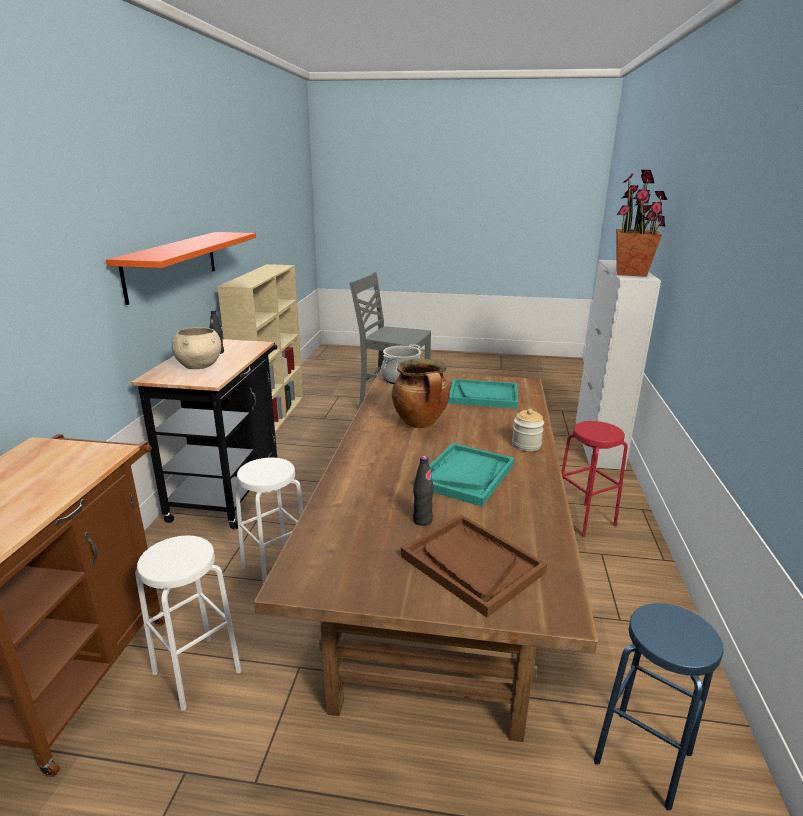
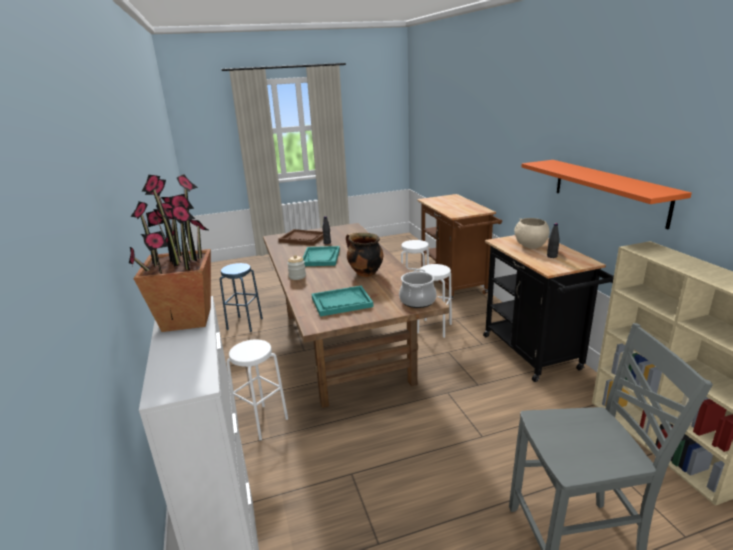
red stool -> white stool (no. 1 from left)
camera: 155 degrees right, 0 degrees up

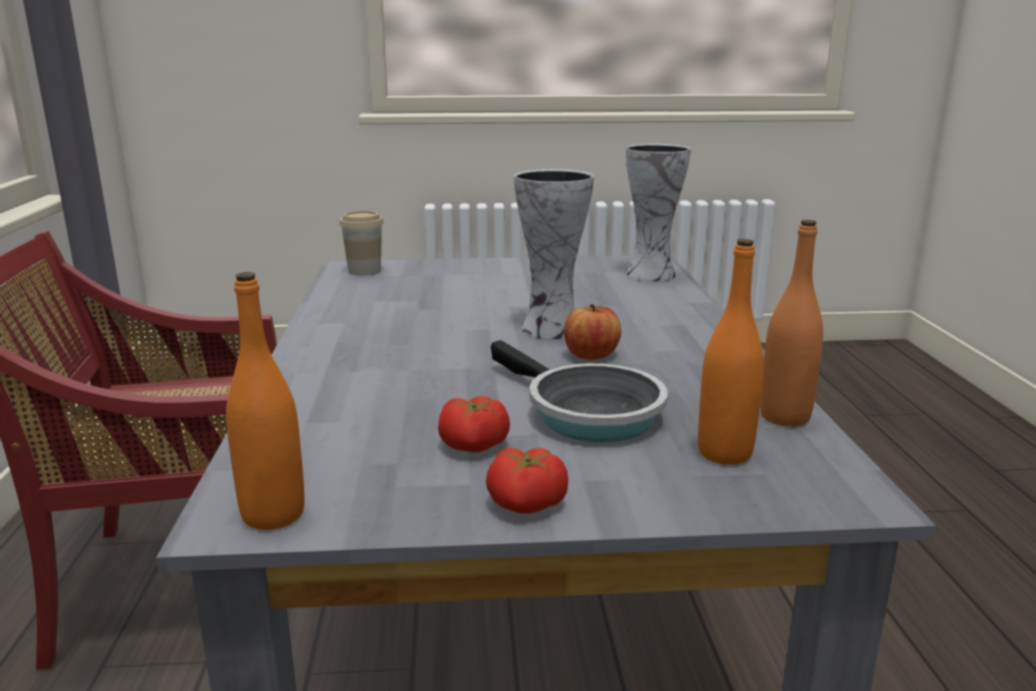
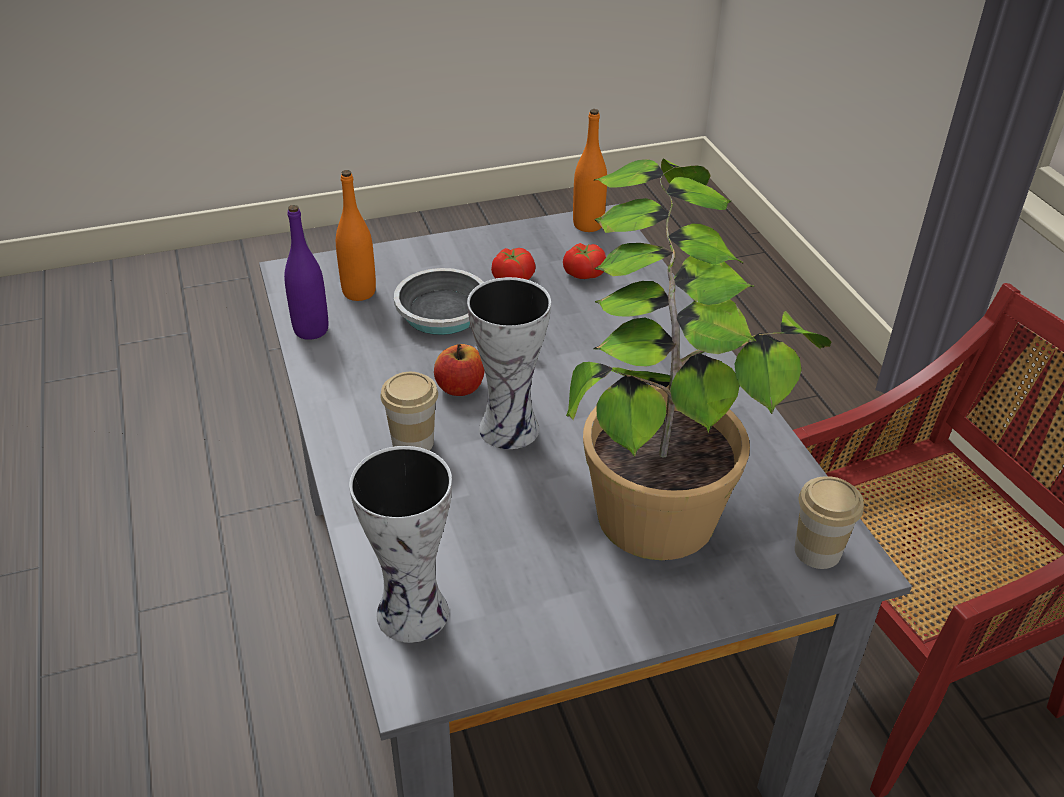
orange bottle (no. 3 from left) -> purple bottle
none -> cup (no. 1 from left)
tomato (no. 2 from left), relocated
none -> potted plant
camera: 165 degrees right, 20 degrees up

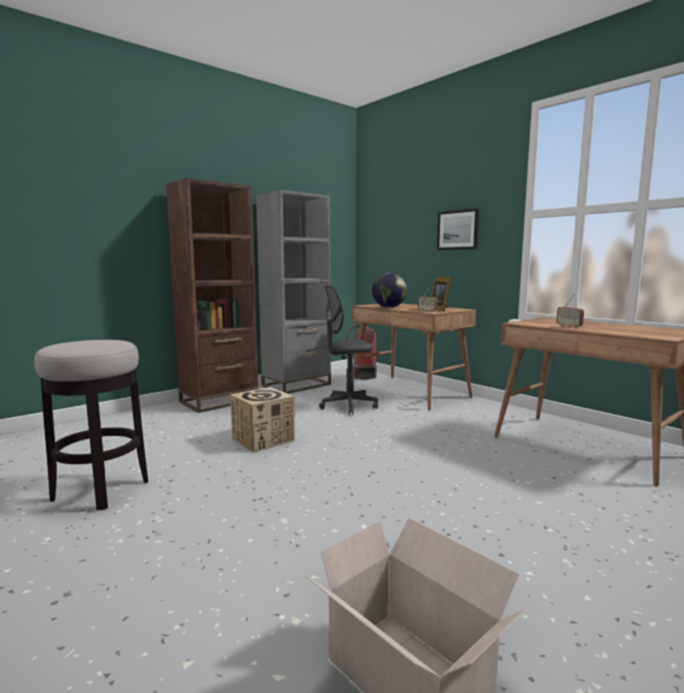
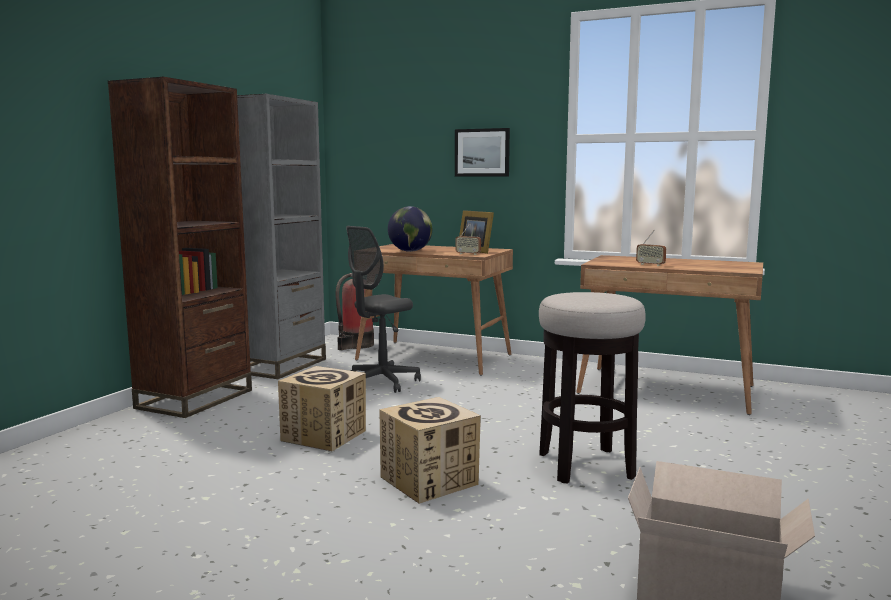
none -> cardboard box (no. 2 from left)
stool, relocated
camera: 25 degrees left, 0 degrees up

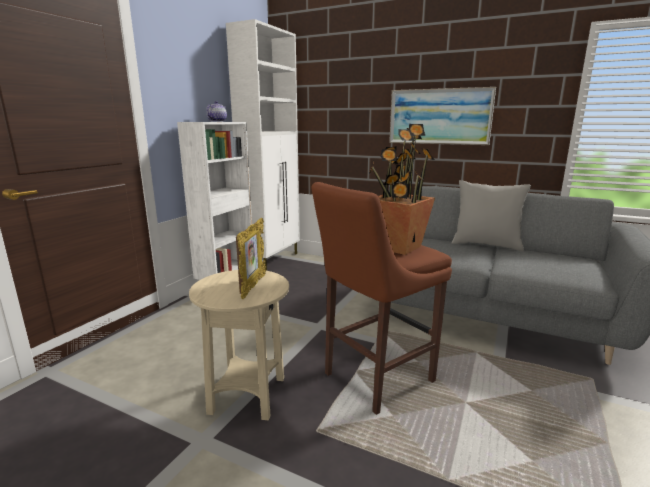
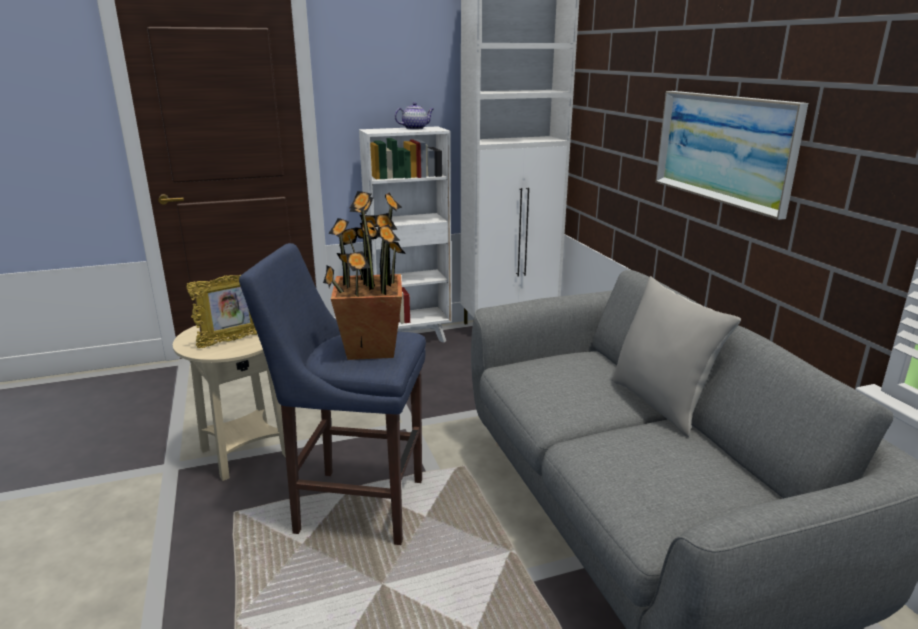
brown stool -> blue stool
camera: 45 degrees right, 5 degrees up

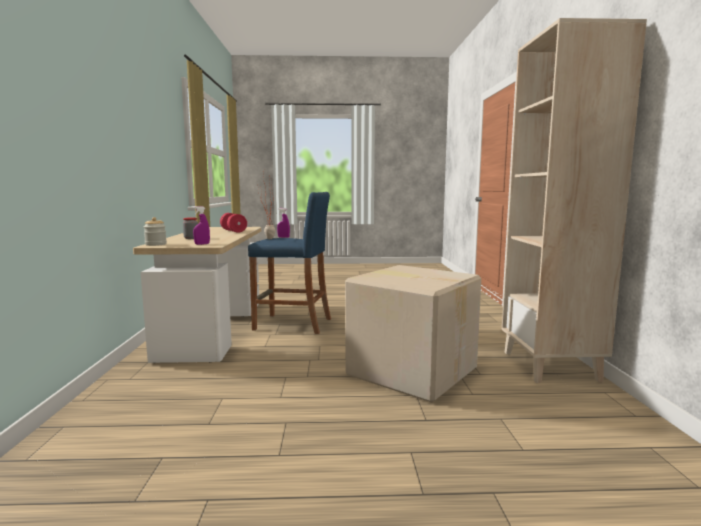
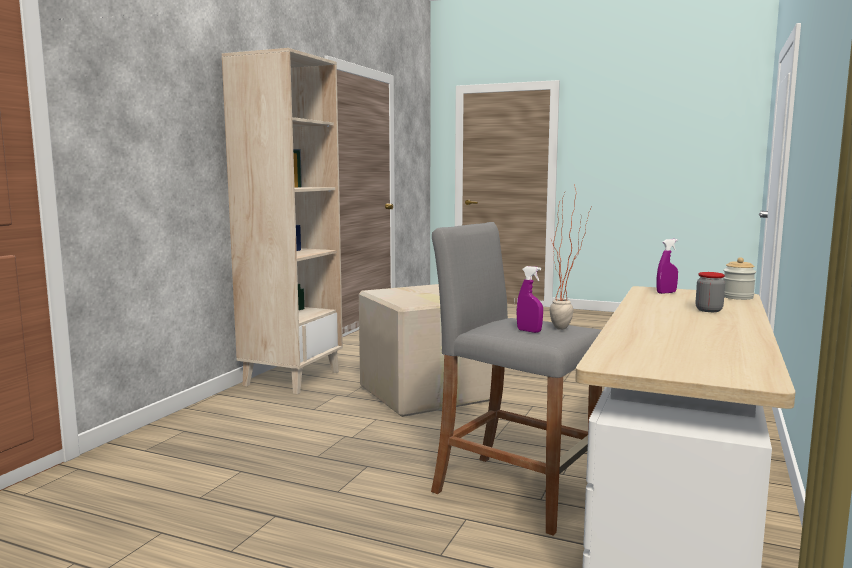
blue stool -> grey stool
red dumbbell -> none
camera: 155 degrees left, 0 degrees up

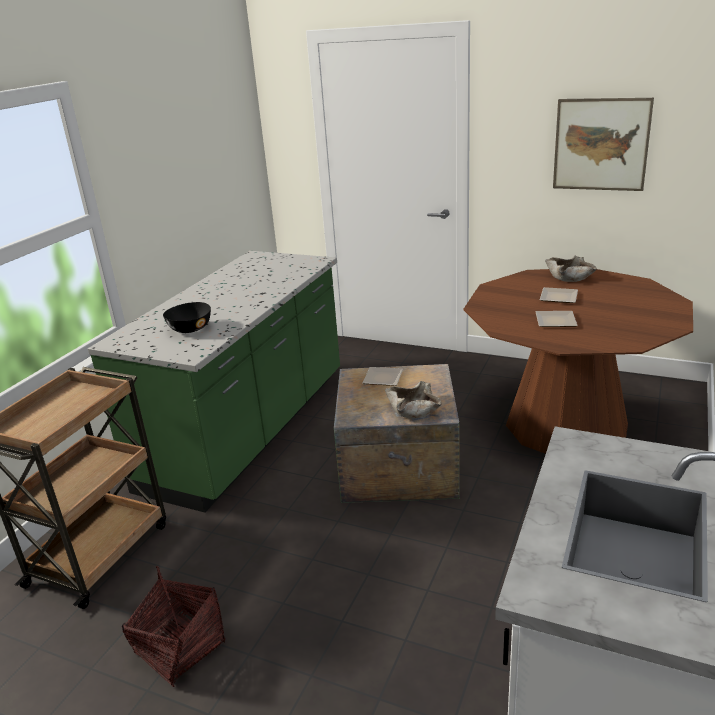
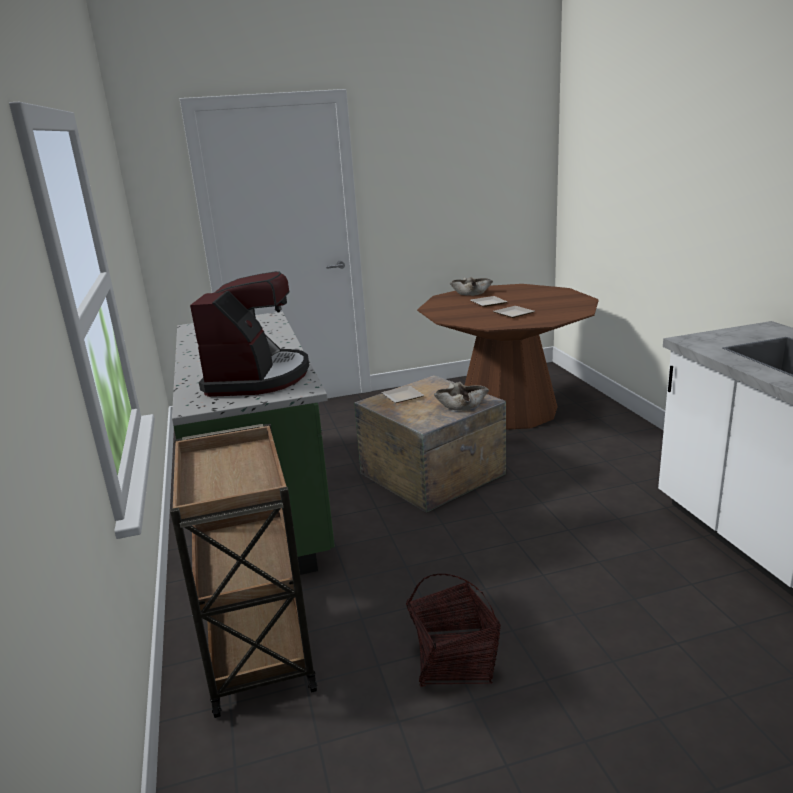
black bowl -> coffee machine
picture -> none
camera: 40 degrees left, 5 degrees down

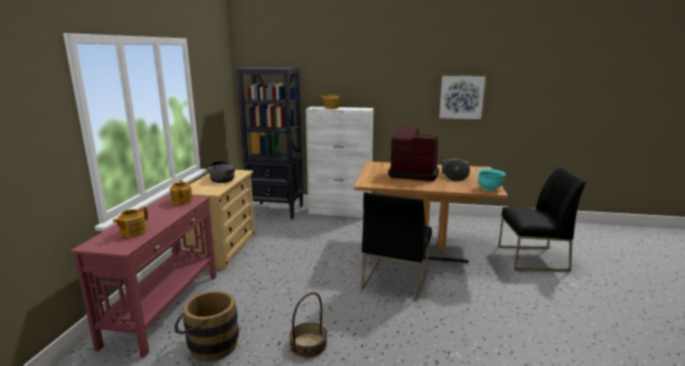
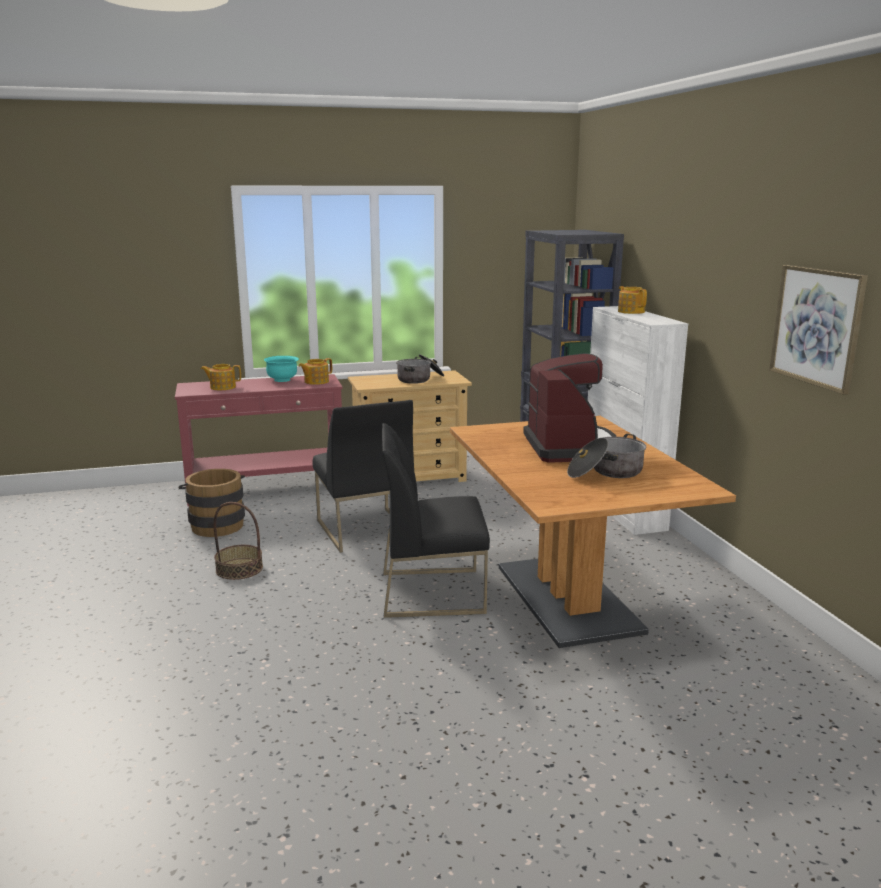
turquoise bowl, relocated
black chair (no. 2 from left in the first image) -> black chair (no. 1 from left), relocated
camera: 65 degrees right, 0 degrees up

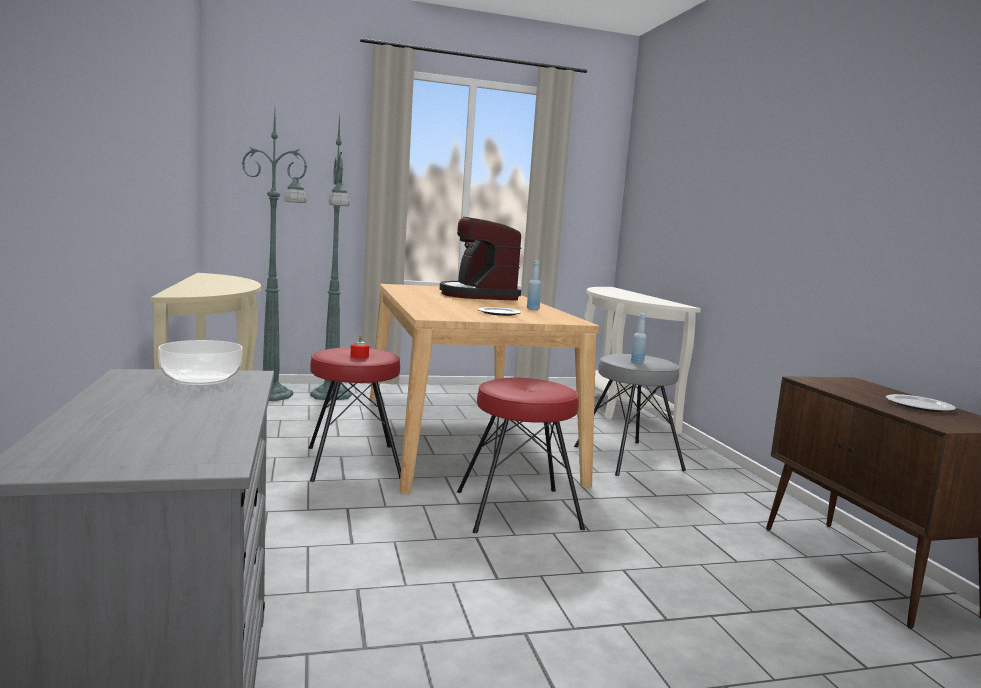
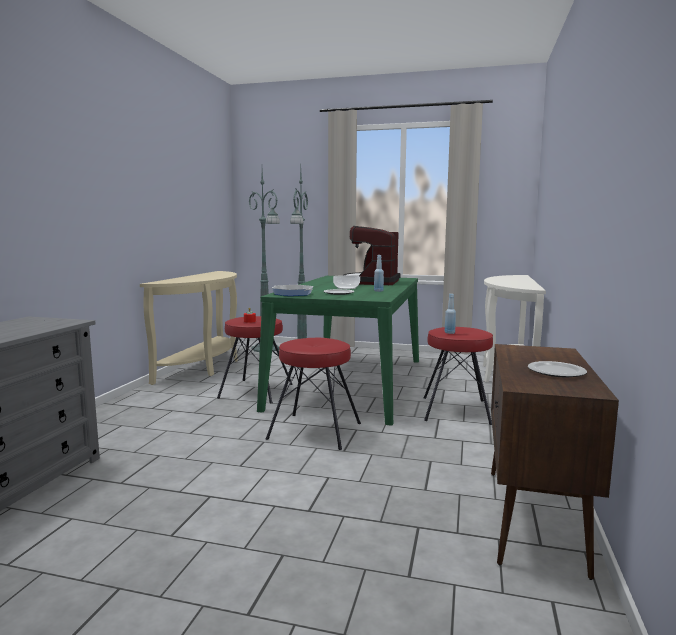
beige dining table -> green dining table
none -> frying pan
bowl, relocated
grey stool -> red stool (no. 3 from left)
camera: 30 degrees right, 0 degrees up

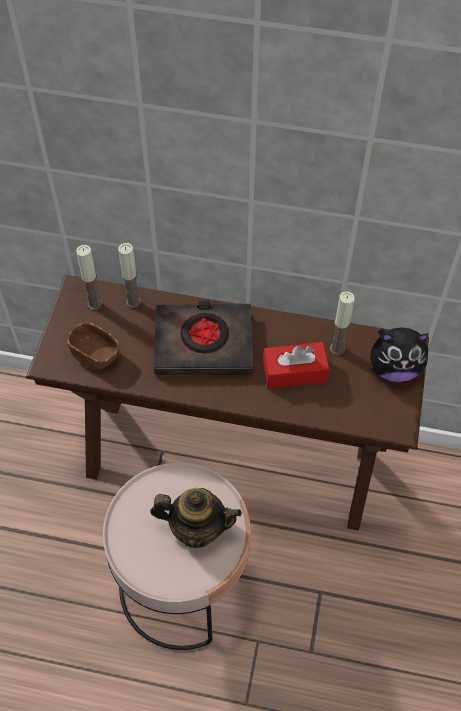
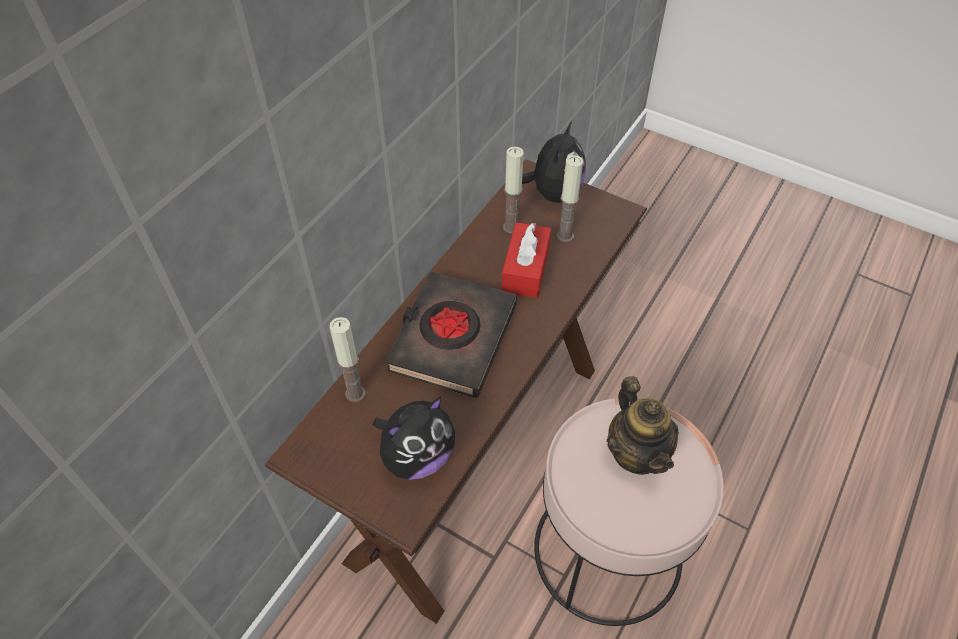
brown bowl -> plush toy (no. 1 from left)
candle (no. 1 from left in the first image) -> candle (no. 3 from left), relocated
teapot, 135 degrees clockwise
camera: 70 degrees left, 5 degrees down

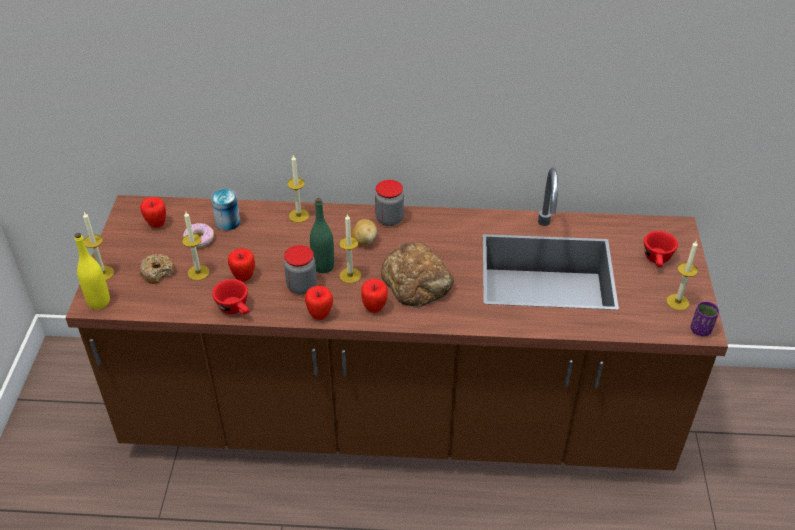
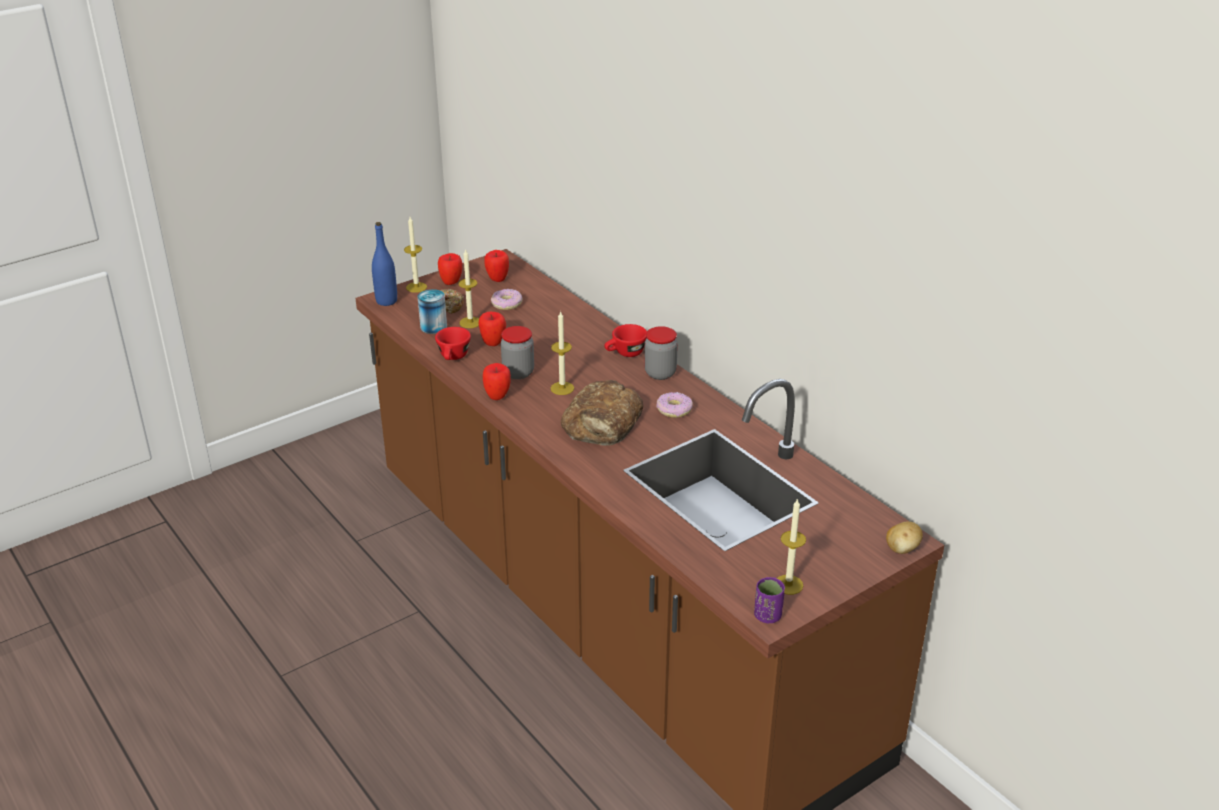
yellow bottle -> blue bottle
can, relocated
apple (no. 4 from left in the first image) -> apple (no. 1 from left), relocated
red cup (no. 2 from left), relocated
none -> donut (no. 3 from left)
potato, relocated
candle (no. 3 from left) -> none
green bottle -> none
camera: 50 degrees right, 10 degrees down

